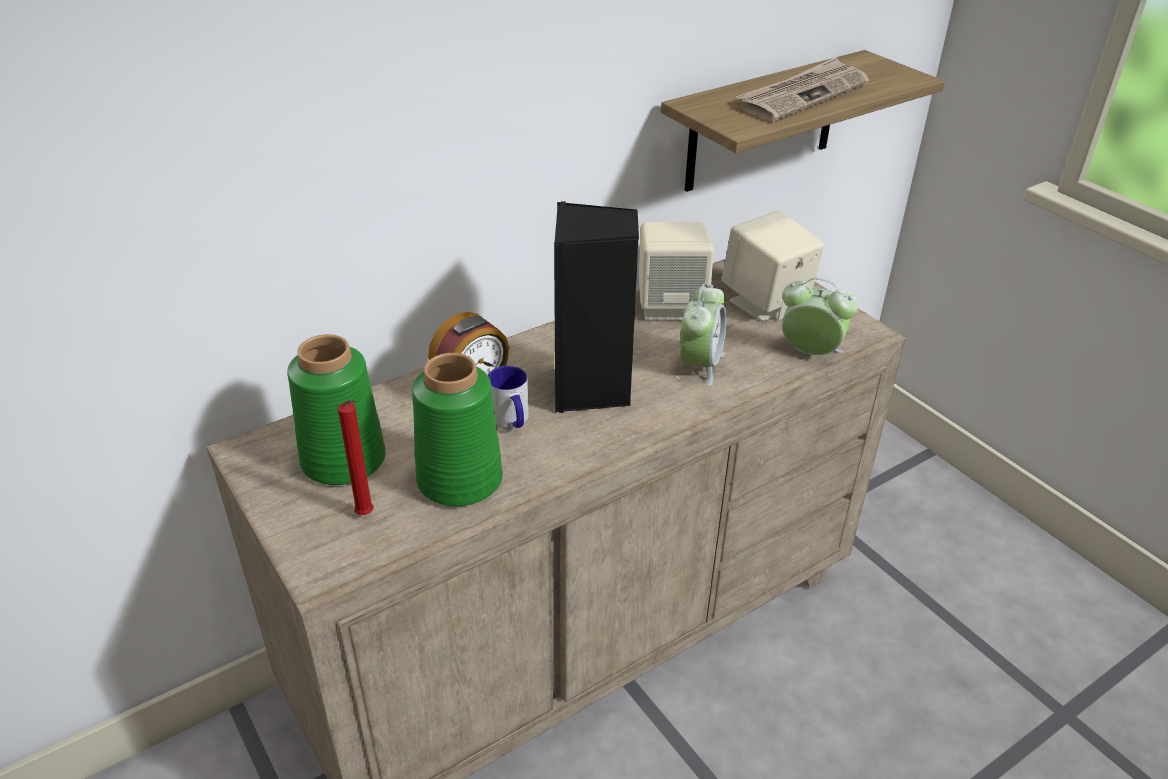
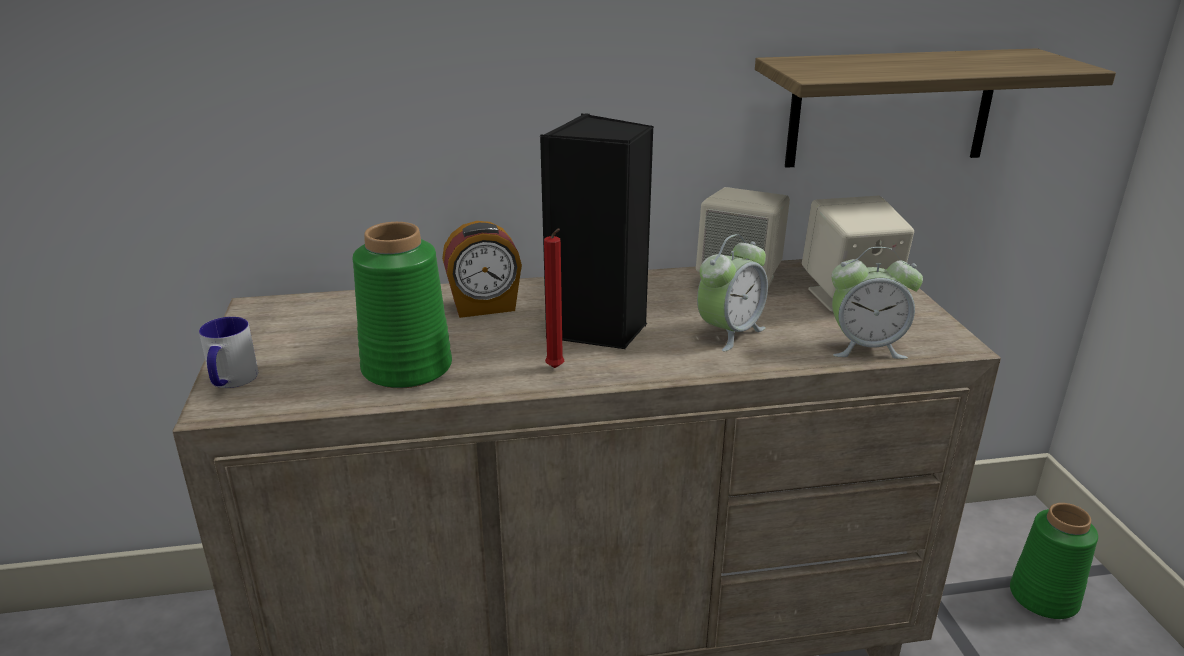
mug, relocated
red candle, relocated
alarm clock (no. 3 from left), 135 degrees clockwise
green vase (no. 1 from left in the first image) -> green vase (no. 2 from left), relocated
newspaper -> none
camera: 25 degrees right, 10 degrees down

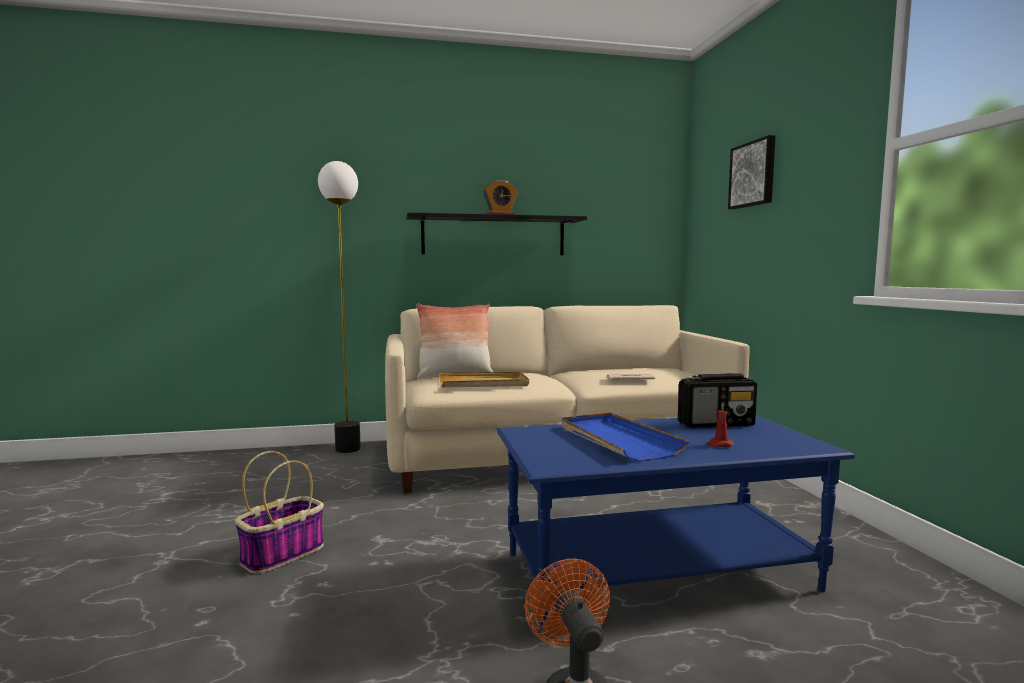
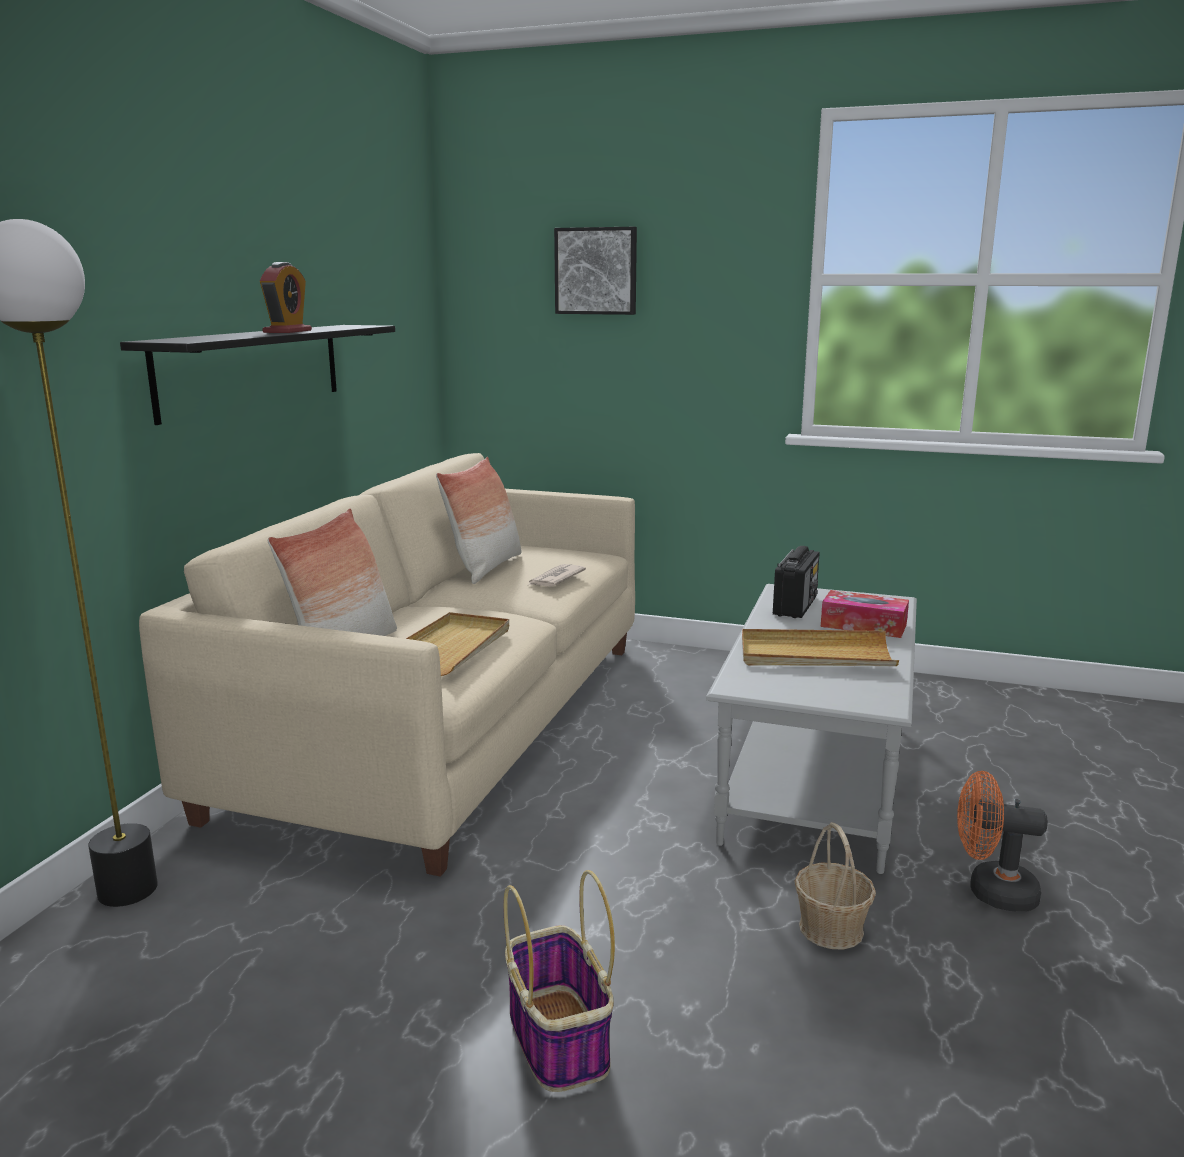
none -> pillow (no. 2 from left)
blue coffee table -> grey coffee table
blue tray -> beige tray (no. 2 from left)
none -> basket (no. 2 from left)
red candle -> tissue box
camera: 60 degrees left, 10 degrees up

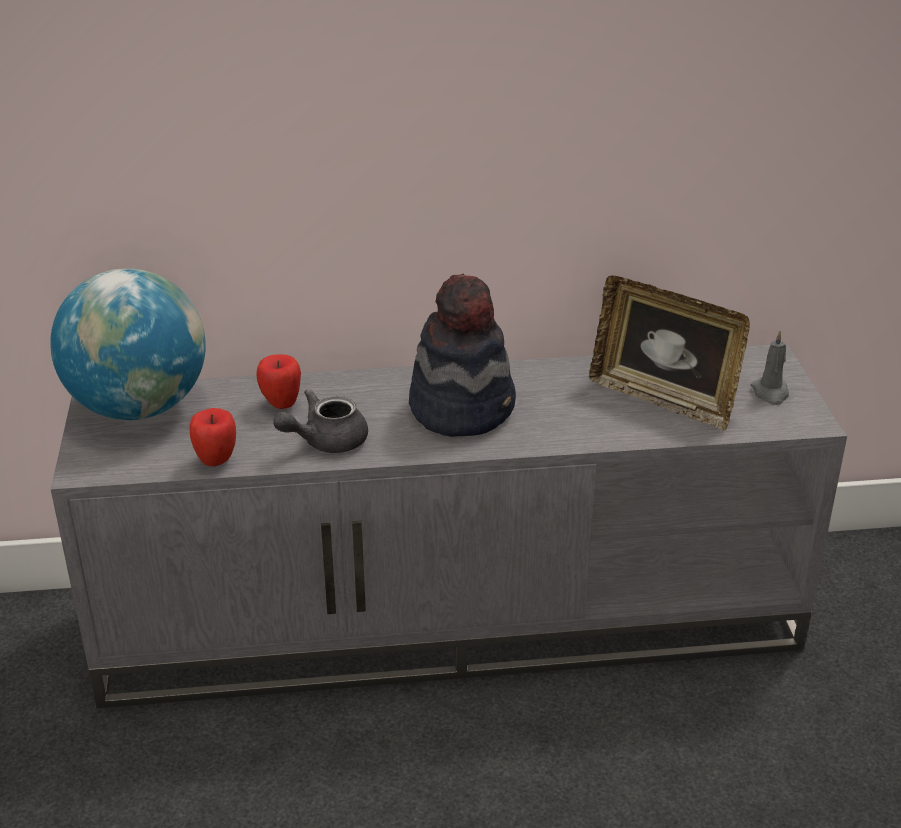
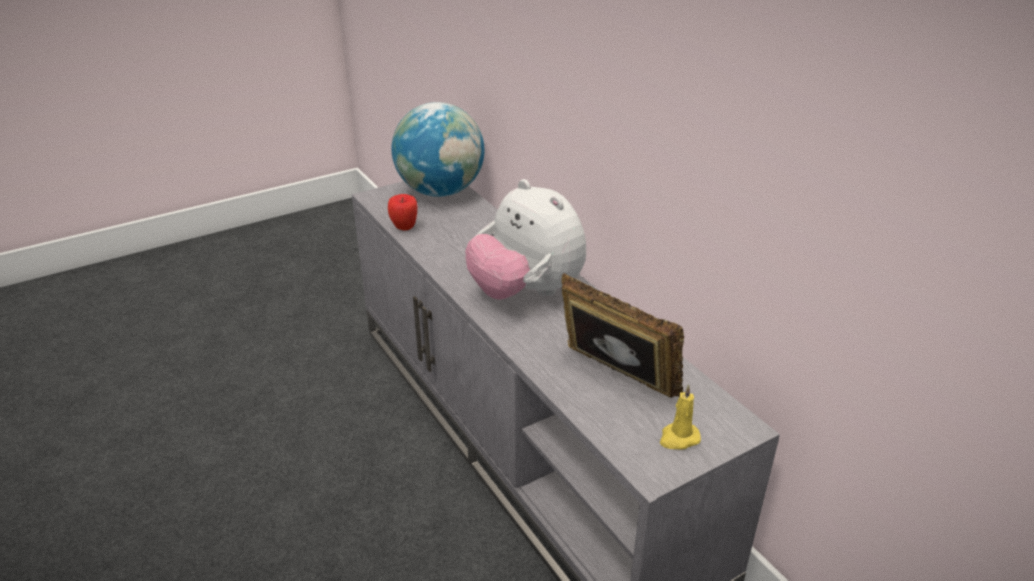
hat -> plush toy
picture frame, 120 degrees clockwise
grey candle -> yellow candle
apple (no. 2 from left) -> none
grey teapot -> none
camera: 65 degrees right, 0 degrees up

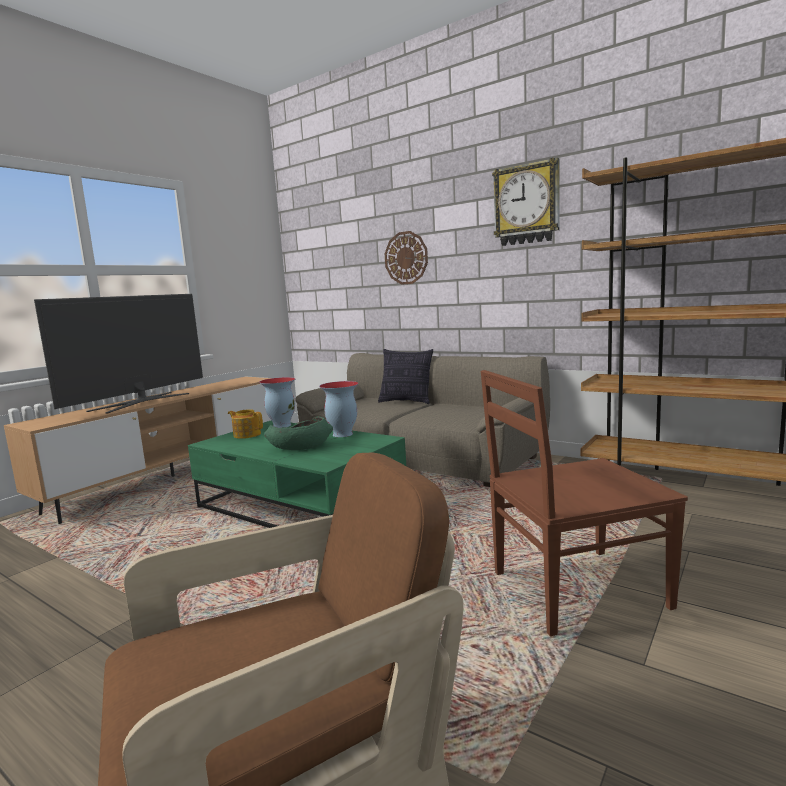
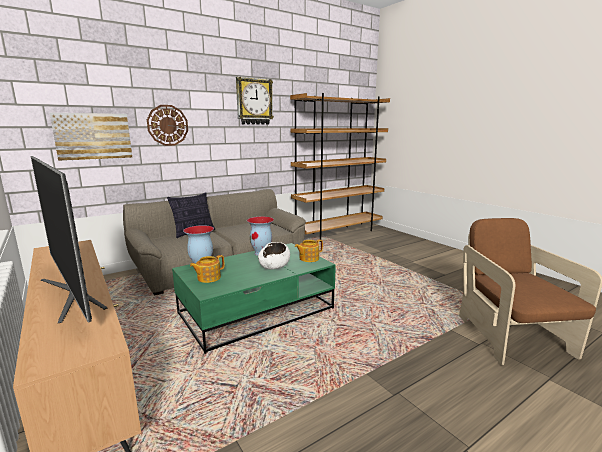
none -> picture
green bowl -> white bowl
none -> teapot (no. 2 from left)
brown chair -> none
camera: 70 degrees left, 5 degrees up

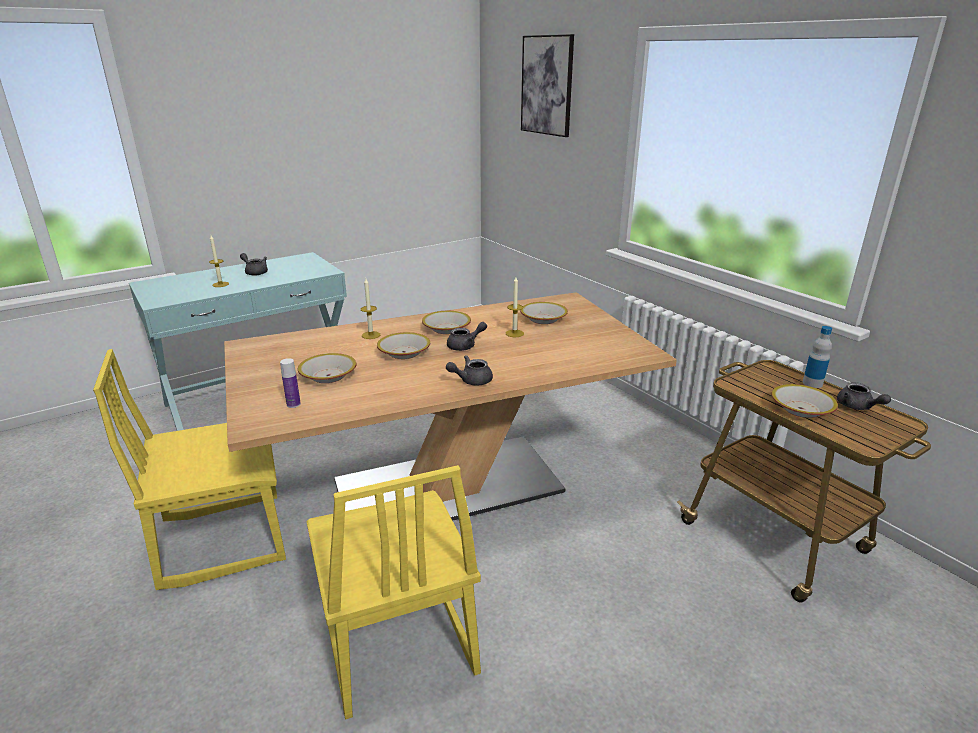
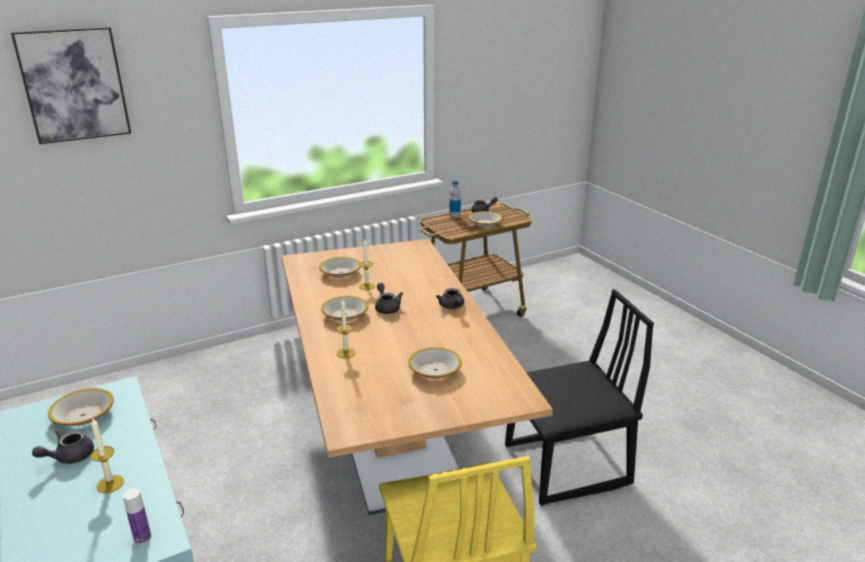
bowl (no. 2 from left in the first image) -> bowl (no. 1 from left), relocated
bottle (no. 1 from left), relocated
yellow chair (no. 2 from left) -> black chair
camera: 85 degrees left, 0 degrees up

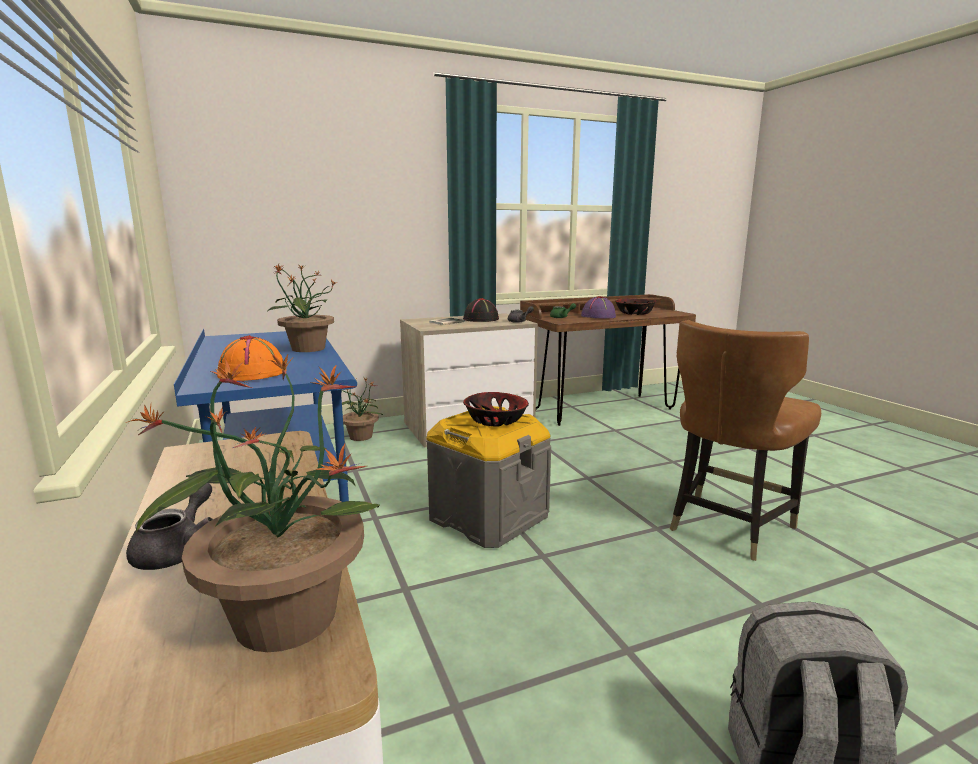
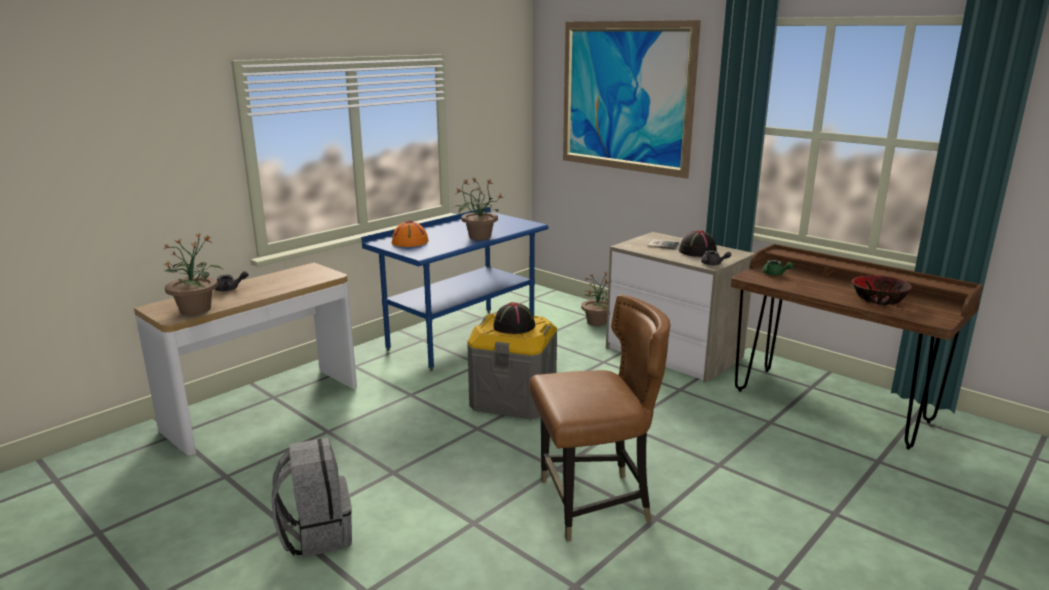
bowl (no. 1 from left) -> black hat (no. 1 from left)
brown chair, 150 degrees clockwise
none -> picture
purple hat -> none
camera: 65 degrees right, 5 degrees up

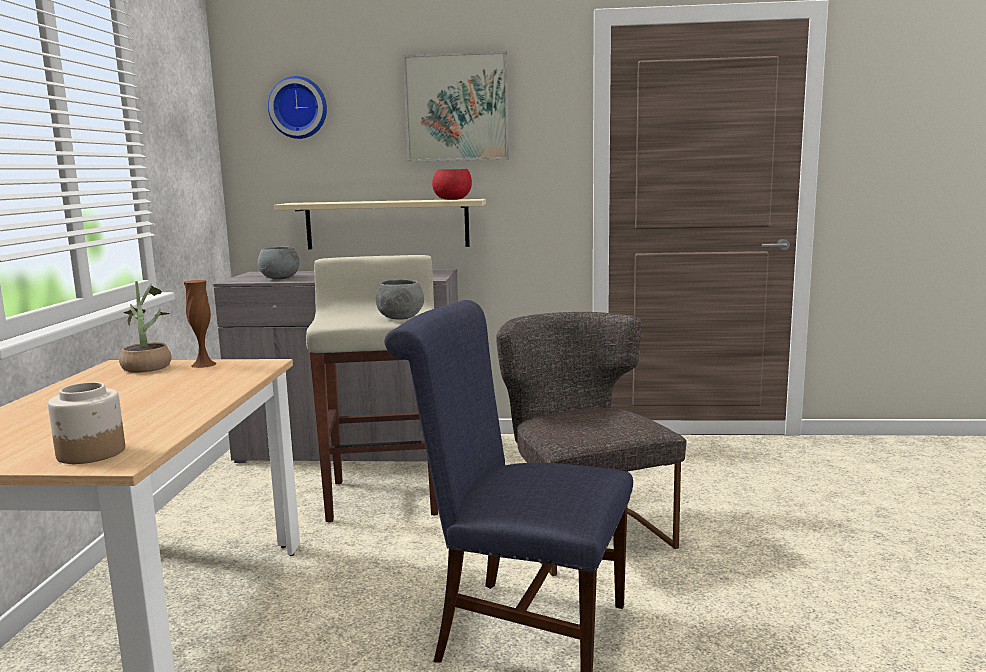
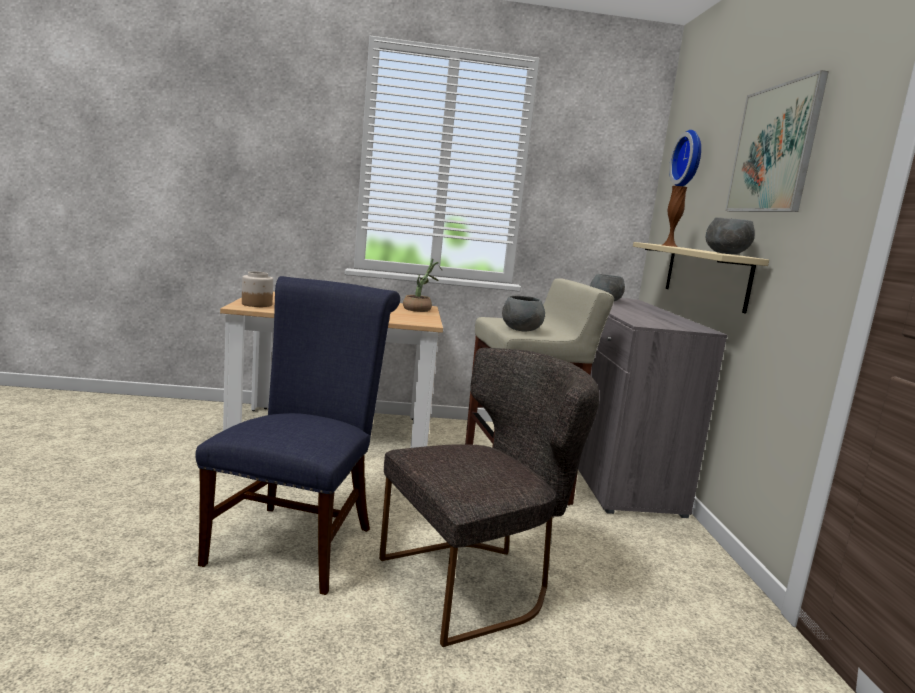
brown vase, relocated
red bowl -> grey bowl (no. 3 from left)
camera: 80 degrees right, 0 degrees up

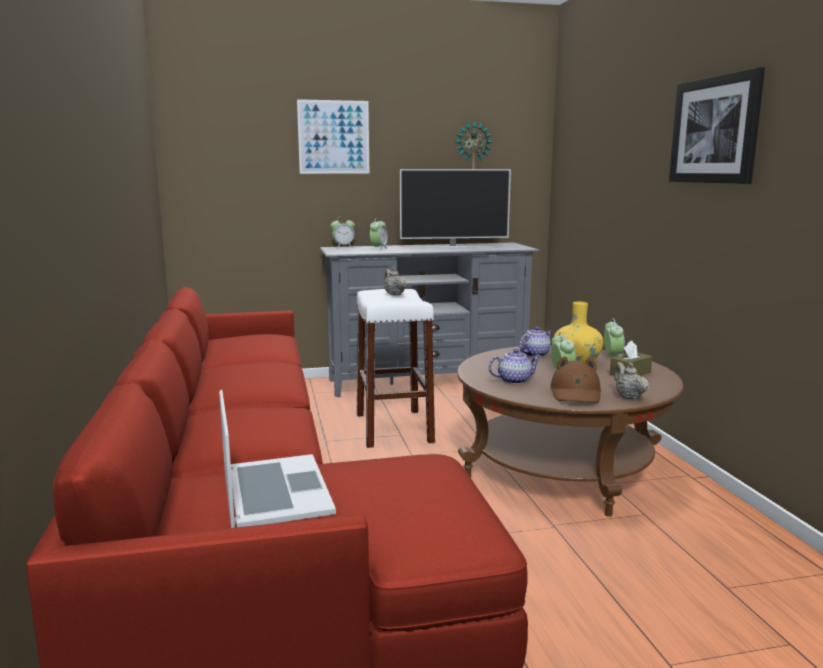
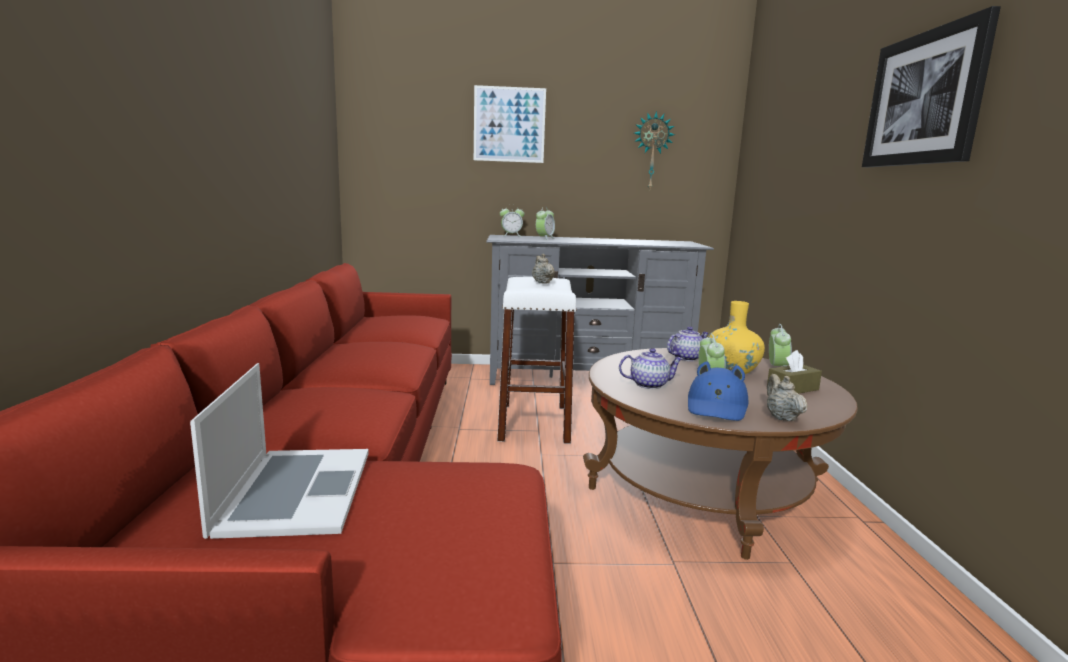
brown hat -> blue hat
television -> none
camera: 10 degrees right, 0 degrees up

